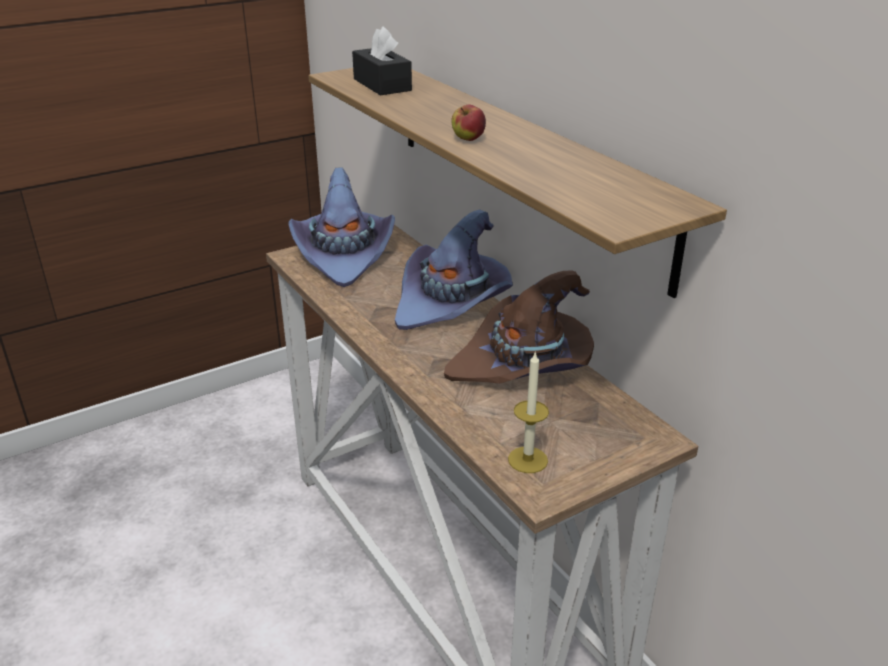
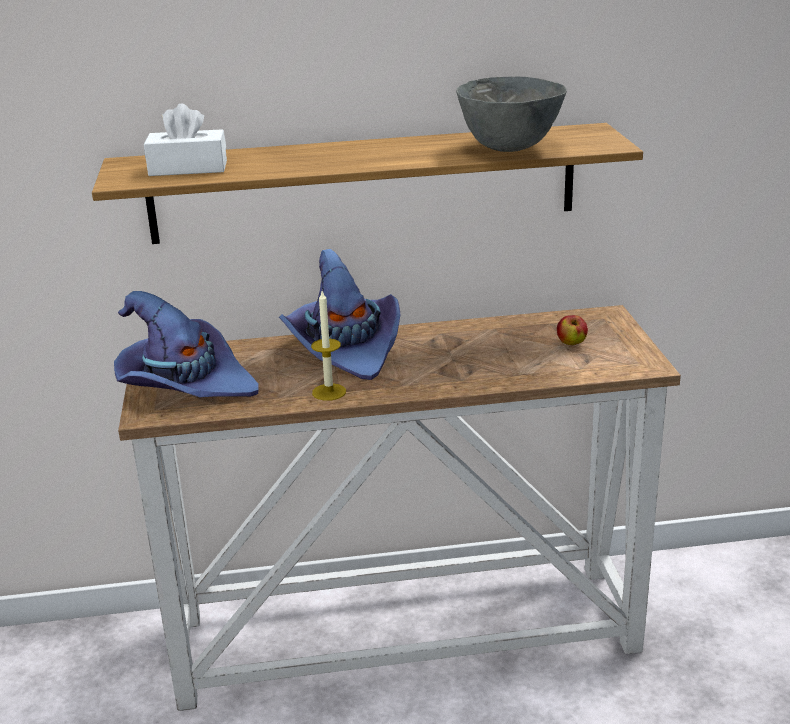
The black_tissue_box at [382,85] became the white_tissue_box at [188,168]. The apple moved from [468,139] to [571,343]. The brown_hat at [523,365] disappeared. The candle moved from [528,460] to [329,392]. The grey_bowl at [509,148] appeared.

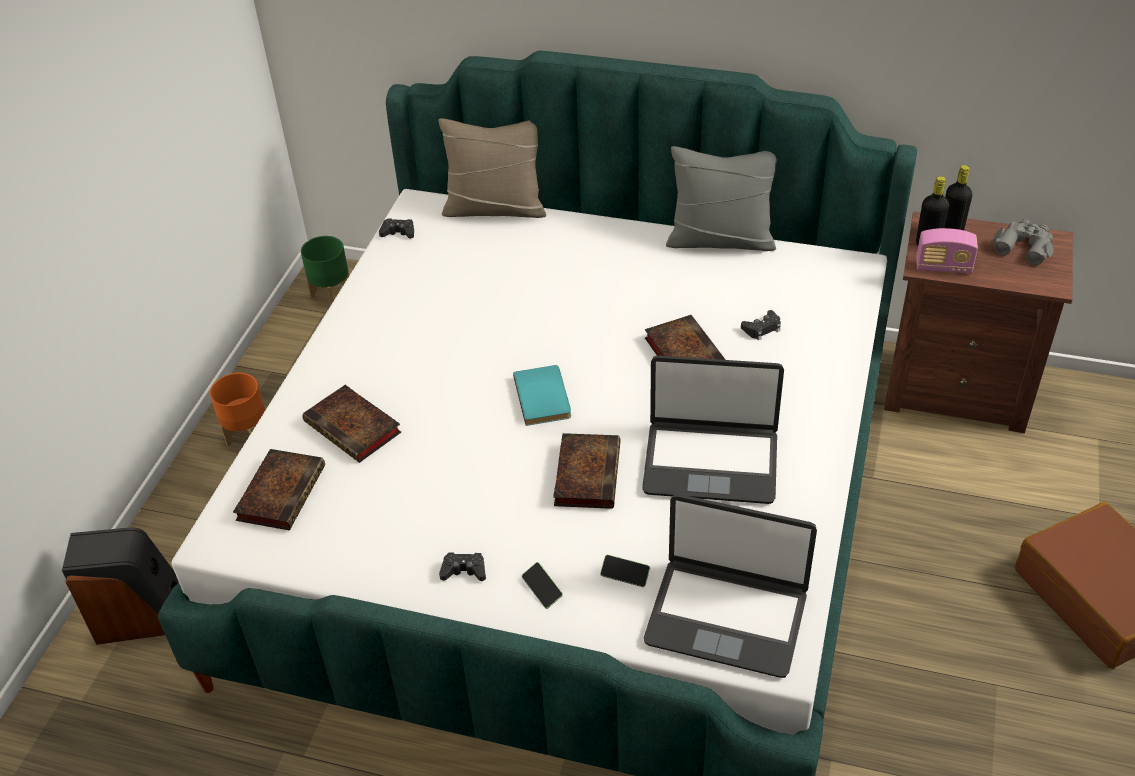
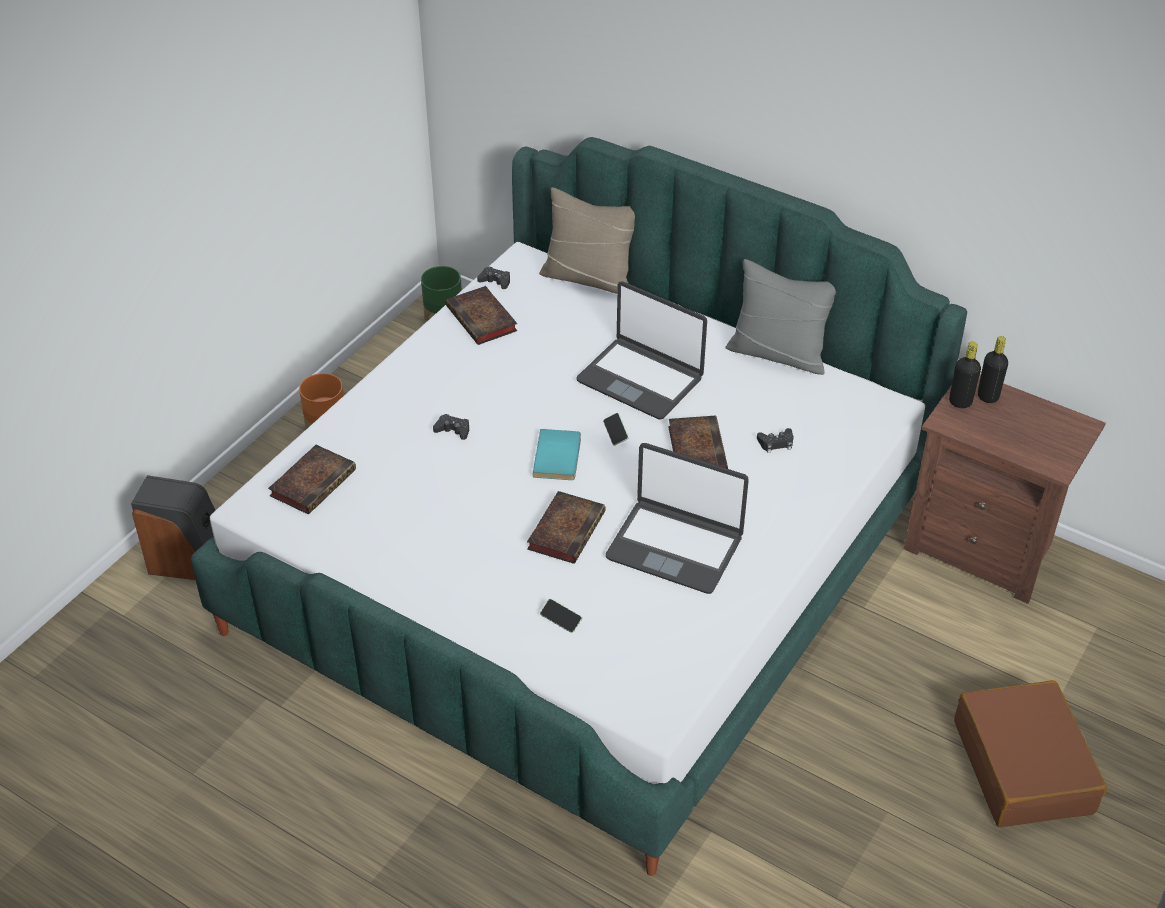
The grey_binoculars at [1024,246] disappeared. The radio at [943,267] disappeared. The book moved from [355,428] to [483,320]. The laptop moved from [726,616] to [640,379]. The black_game_controller moved from [464,571] to [453,430]. The phone moved from [542,589] to [615,433].

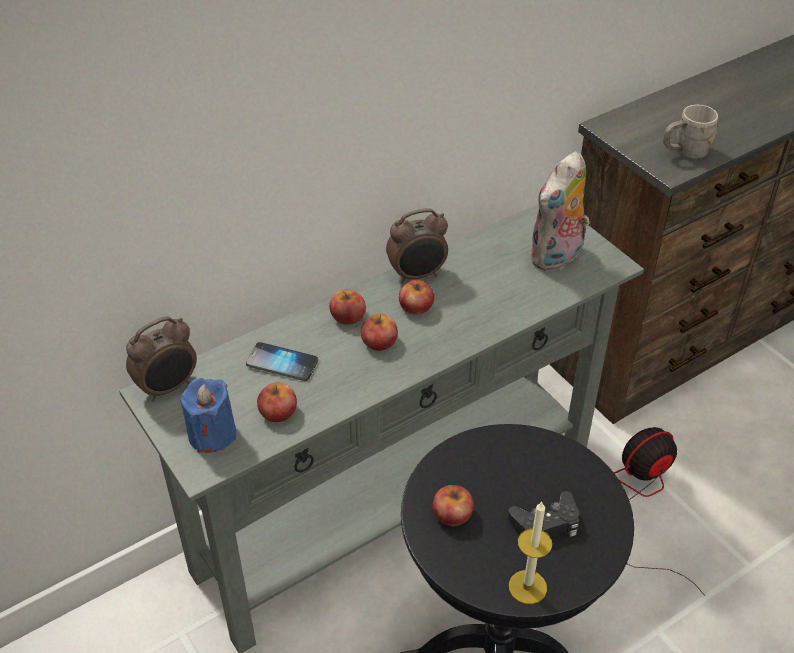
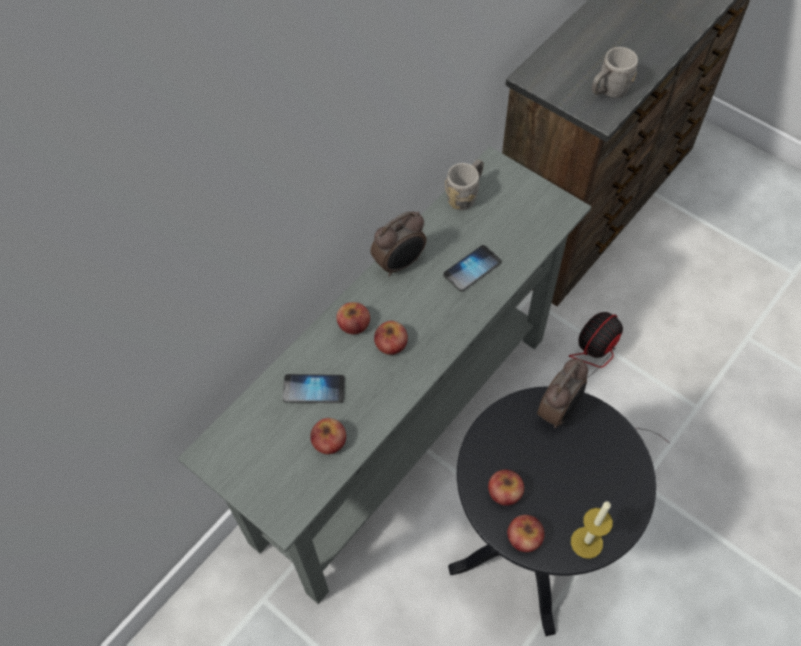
The plush_toy at [557,257] disappeared. The apple moved from [416,306] to [524,537]. The alarm_clock moved from [168,388] to [559,410]. The blue_candle at [212,434] disappeared. The black_game_controller at [545,524] disappeared. The grey_mug at [465,195] appeared. The phone at [472,269] appeared.

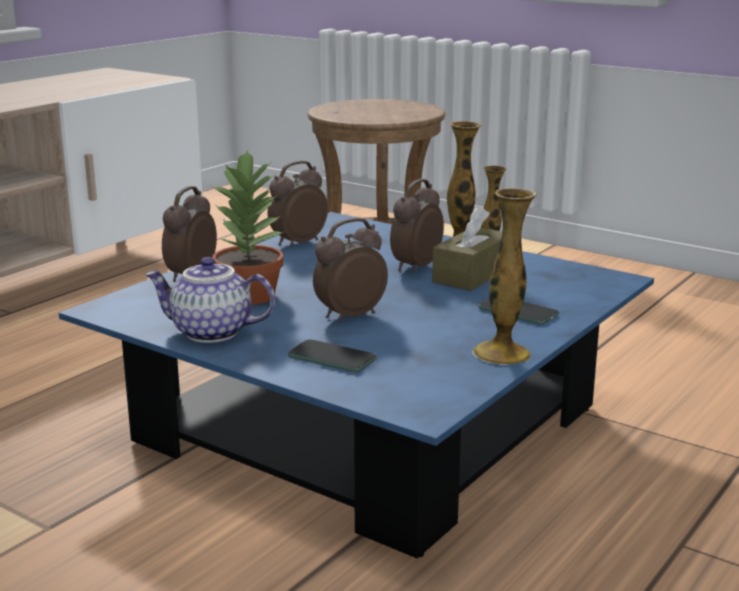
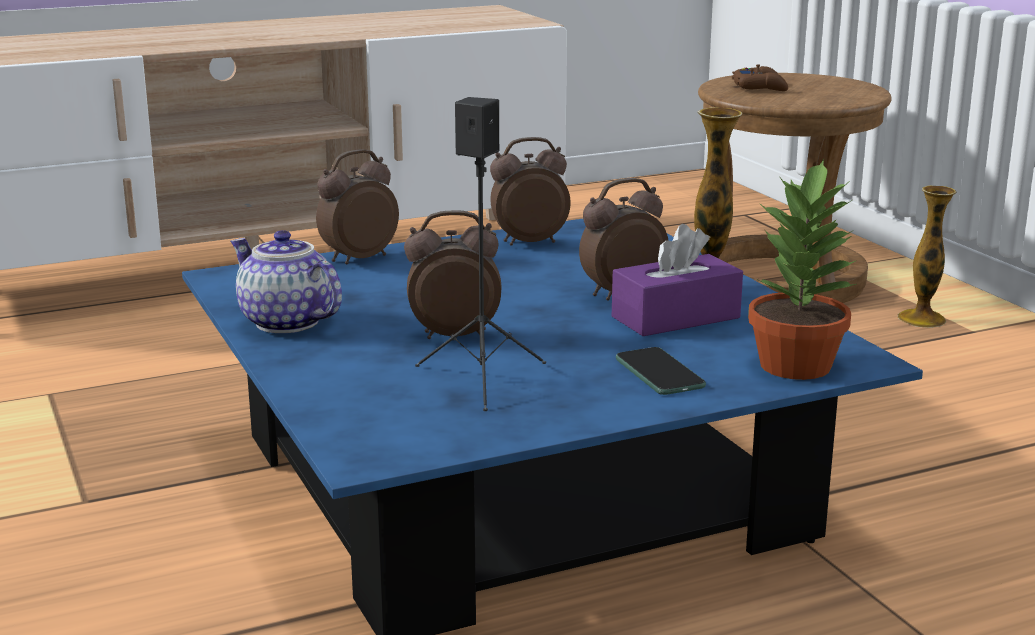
The potted_plant moved from [251,295] to [797,366]. The vase at [501,353] disappeared. The brown_tissue_box at [471,275] became the purple_tissue_box at [675,317]. The phone at [332,358] disappeared. The brown_game_controller at [760,87] appeared. The black_speaker at [483,378] appeared.

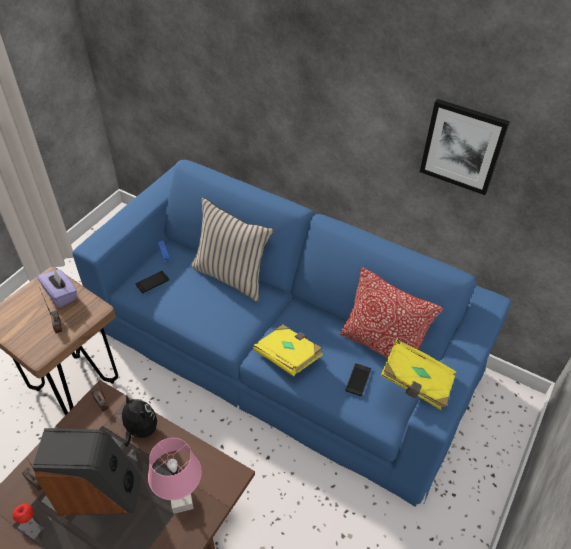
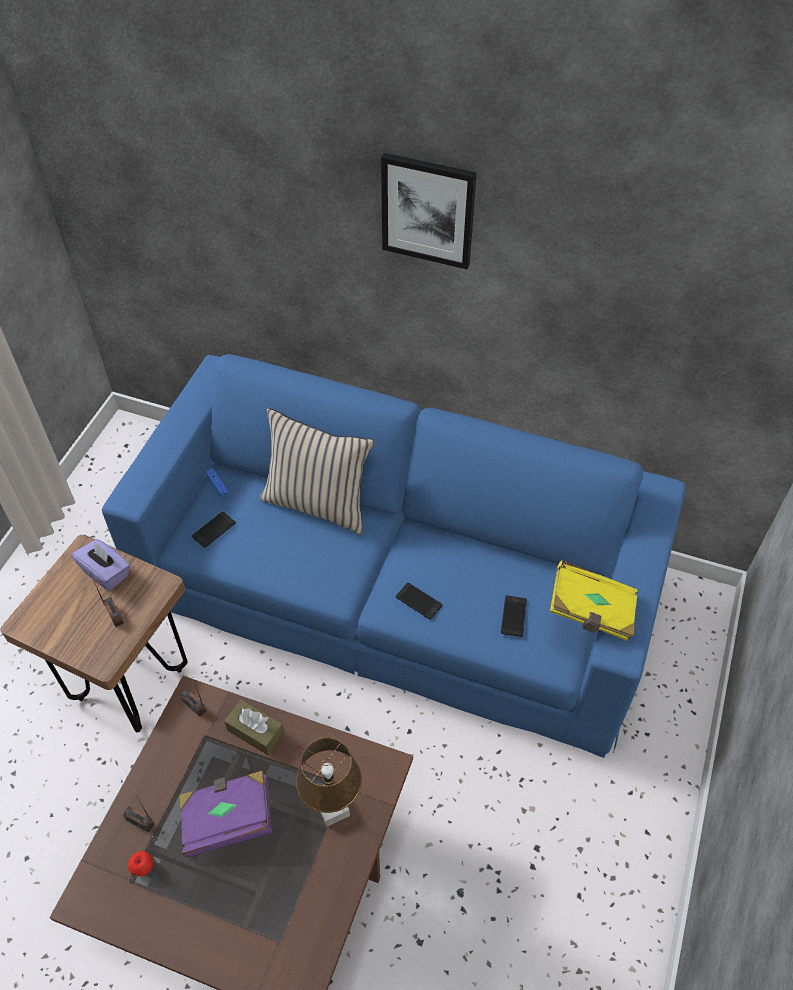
The picture moved from [462,146] to [428,210]. The pillow at [382,346] disappeared. The yellow_book at [288,356] was replaced by the phone at [418,601]. The plush_toy at [140,430] was replaced by the brown_tissue_box at [255,732]. The speaker at [100,492] was replaced by the purple_book at [227,819]. The pink_table_lamp at [182,501] became the brown_table_lamp at [333,809].

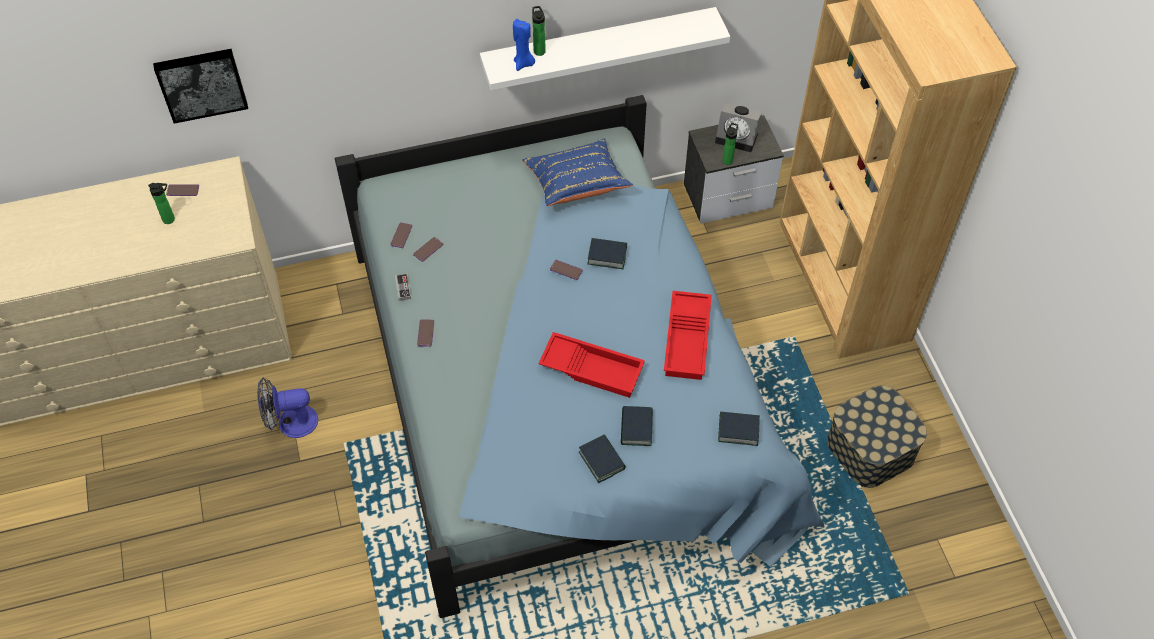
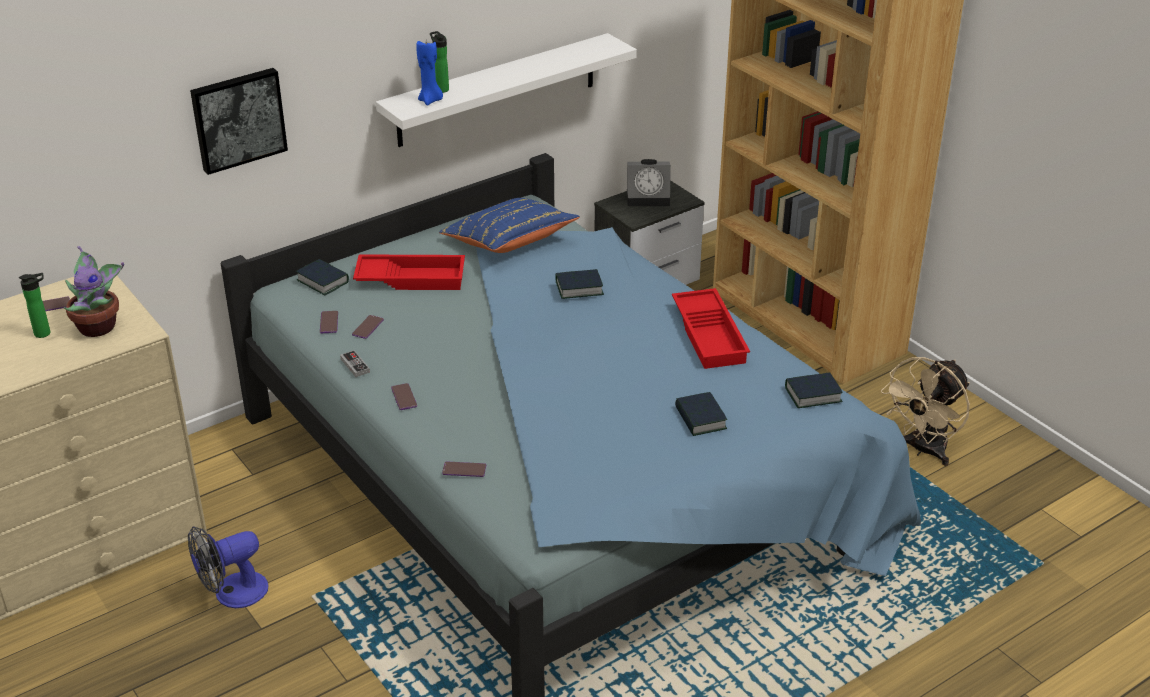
The picture moved from [201,83] to [238,119]. The bottle at [728,159] disappeared. The phone moved from [566,270] to [464,470]. The red_tray moved from [593,368] to [411,278]. The storage_box at [870,449] was replaced by the beige_fan at [923,450]. The book moved from [601,460] to [323,281]. The potted_plant at [99,326] appeared.

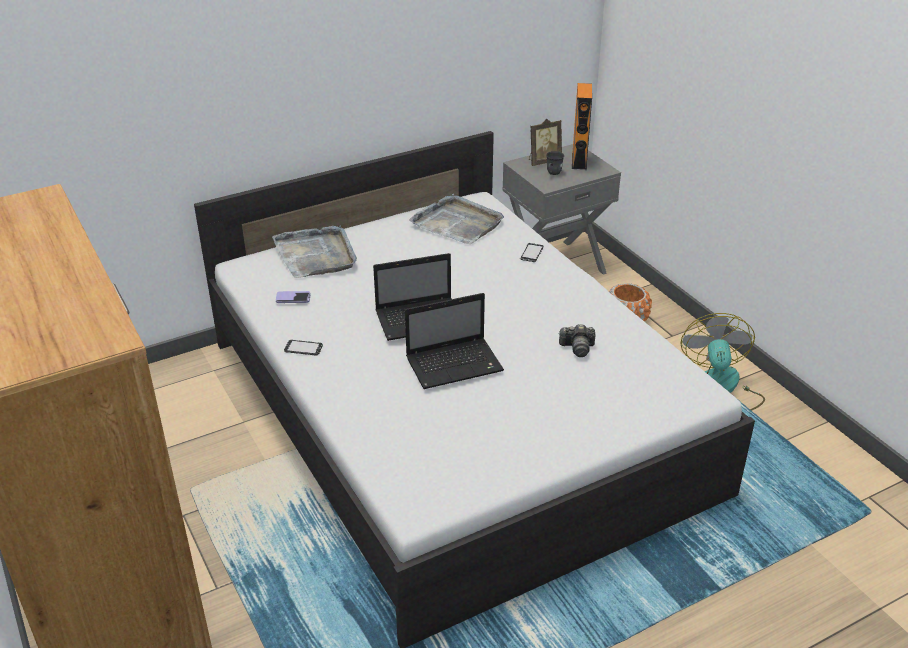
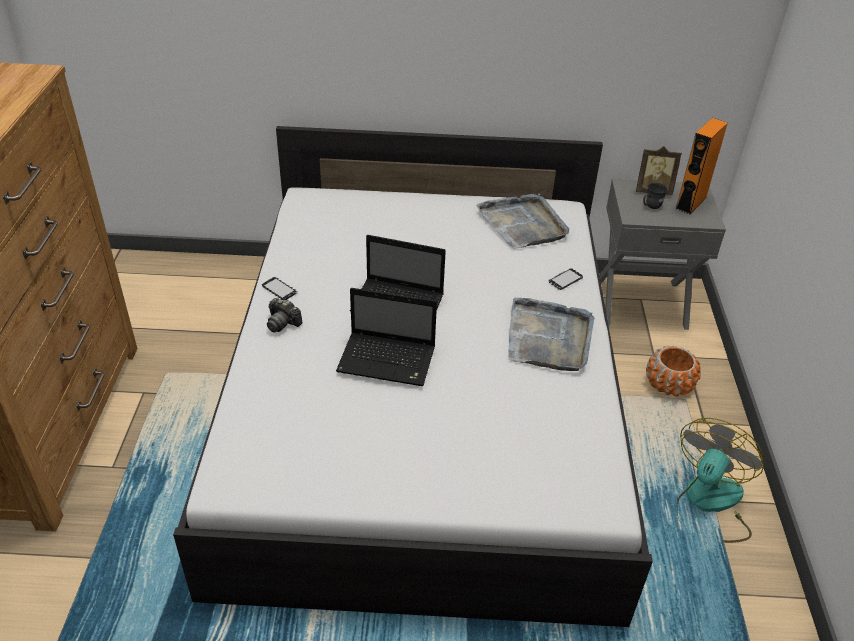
The grey_tray moved from [316,255] to [549,338]. The phone at [293,298] disappeared. The photo_camera moved from [577,348] to [282,323].

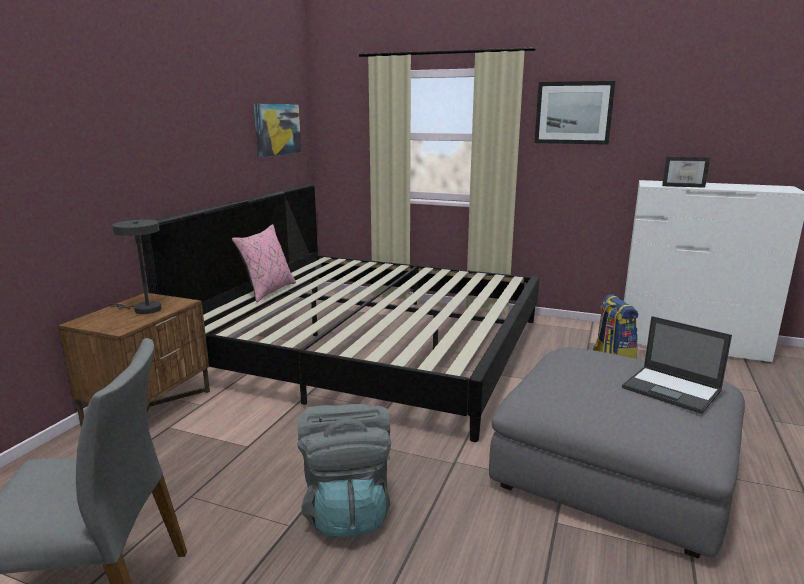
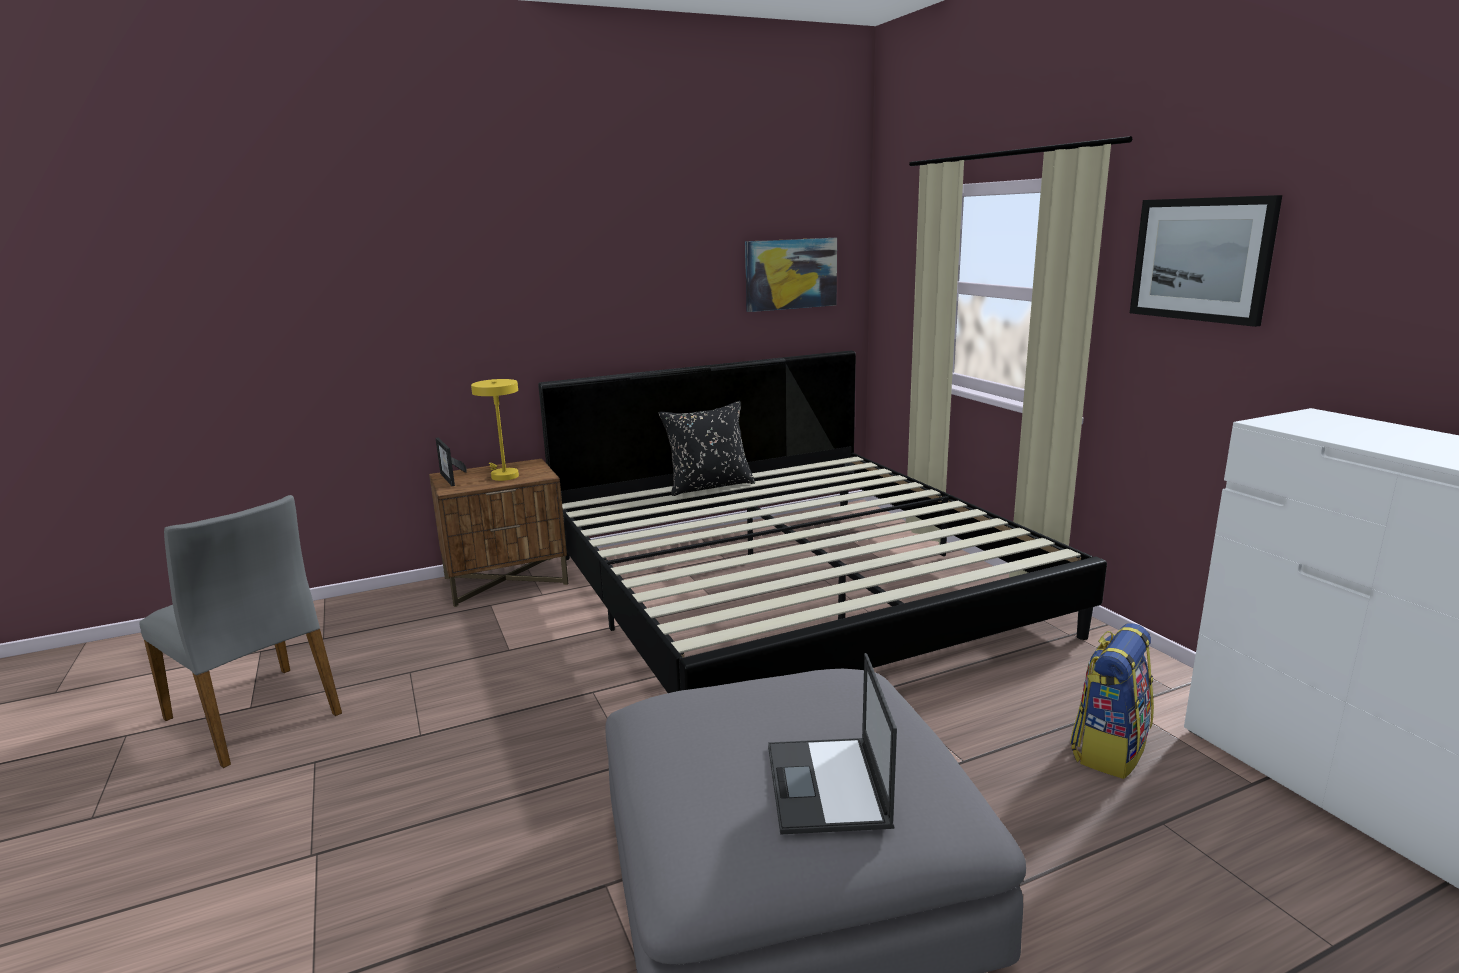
The picture_frame moved from [683,186] to [453,479]. The grey_table_lamp at [143,309] became the yellow_table_lamp at [503,475]. The pink_pillow at [267,291] became the black_pillow at [708,486]. The grey_backpack at [347,509] disappeared.

